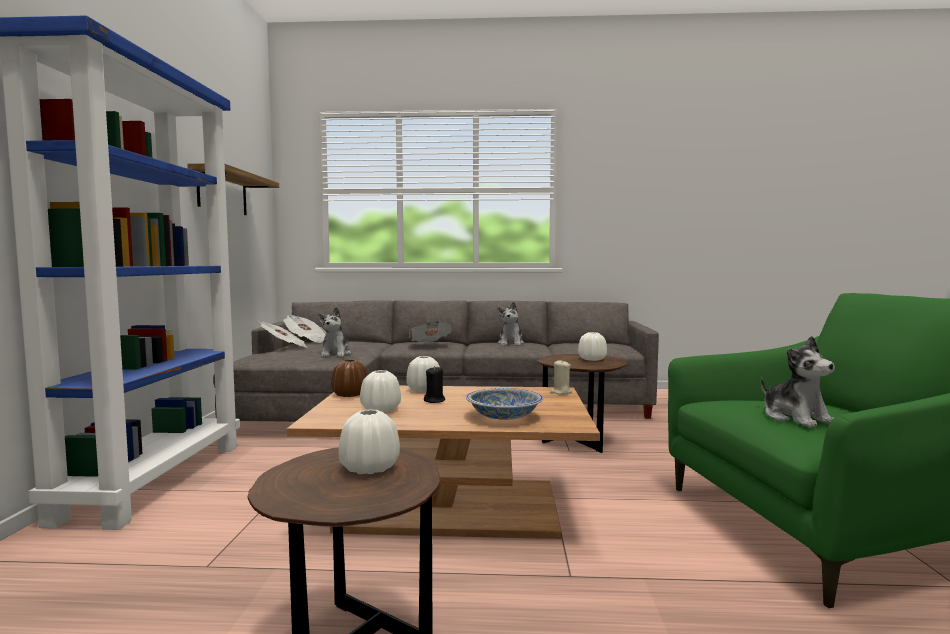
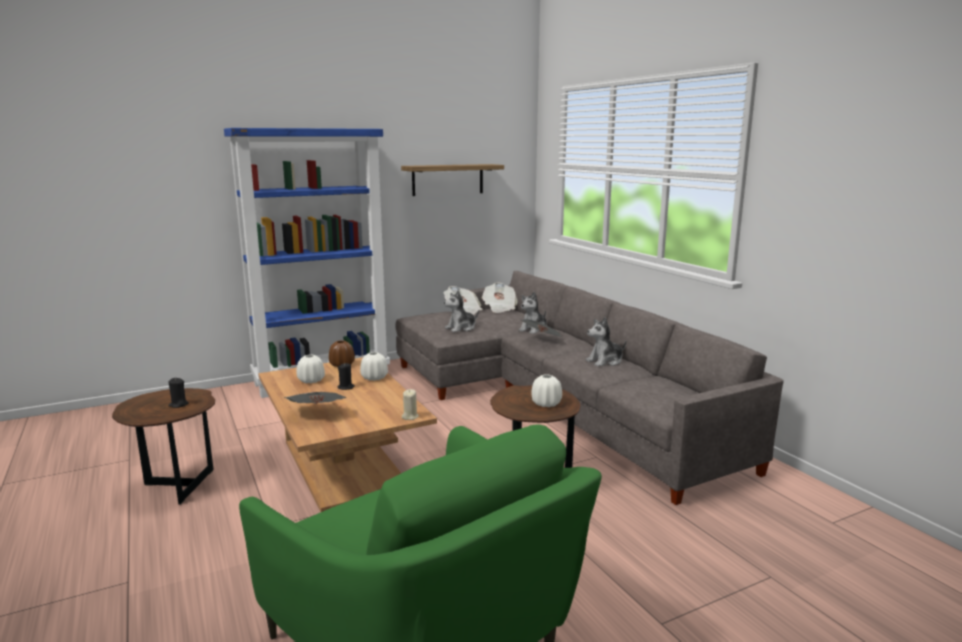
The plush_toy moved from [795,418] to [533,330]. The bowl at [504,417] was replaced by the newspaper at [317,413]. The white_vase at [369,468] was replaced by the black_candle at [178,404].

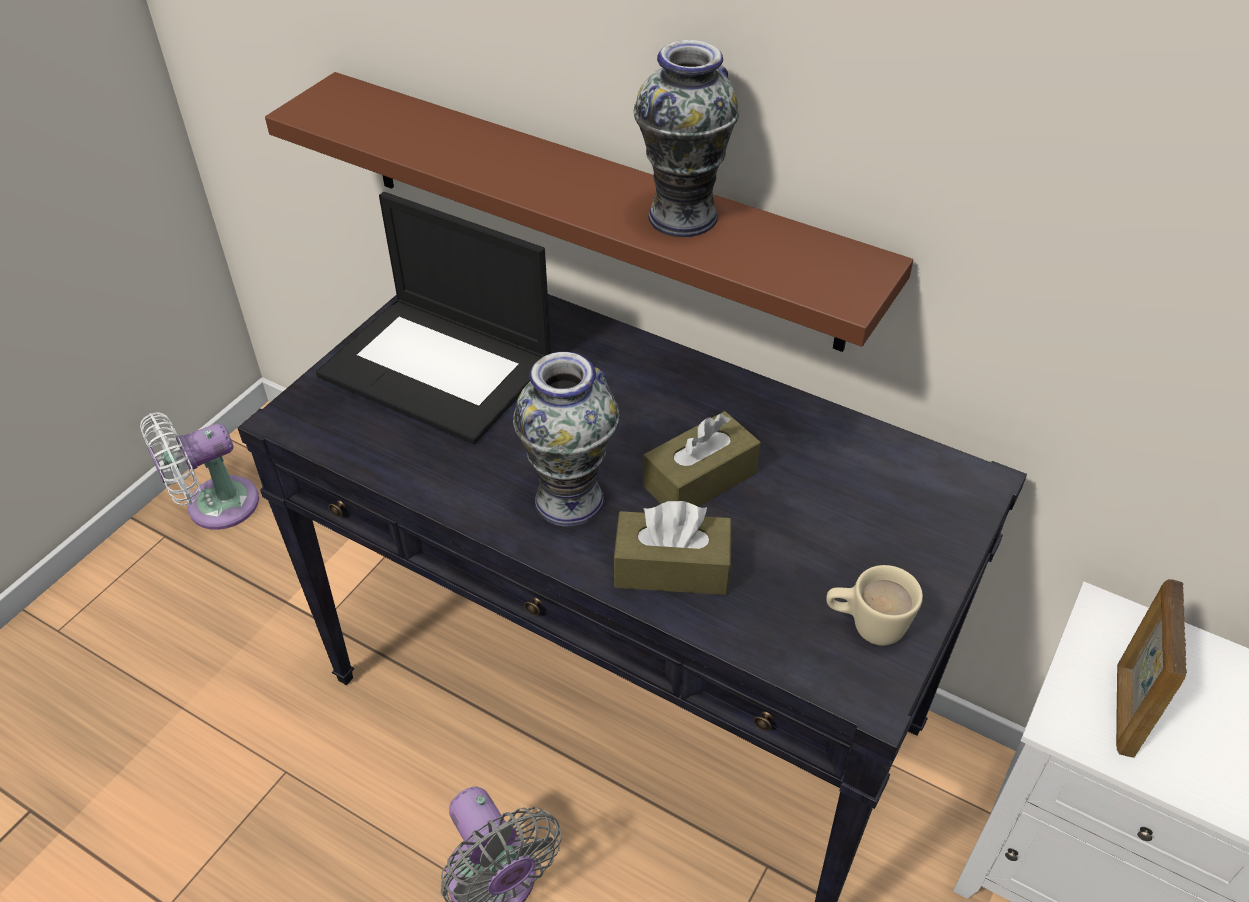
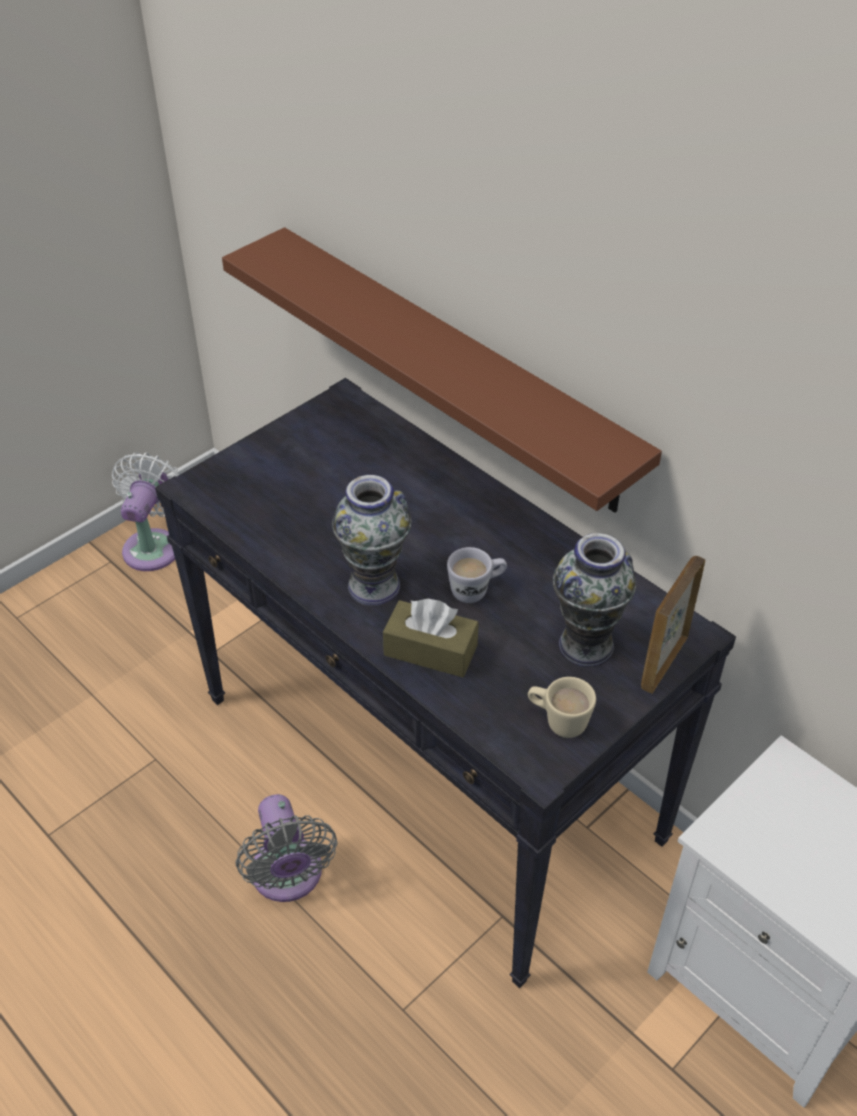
The vase moved from [683,217] to [586,646]. The laptop at [439,368] disappeared. The brown_tissue_box at [700,479] was replaced by the white_mug at [476,590]. The white_fan at [215,506] turned 120 degrees clockwise. The picture_frame moved from [1124,709] to [663,662].

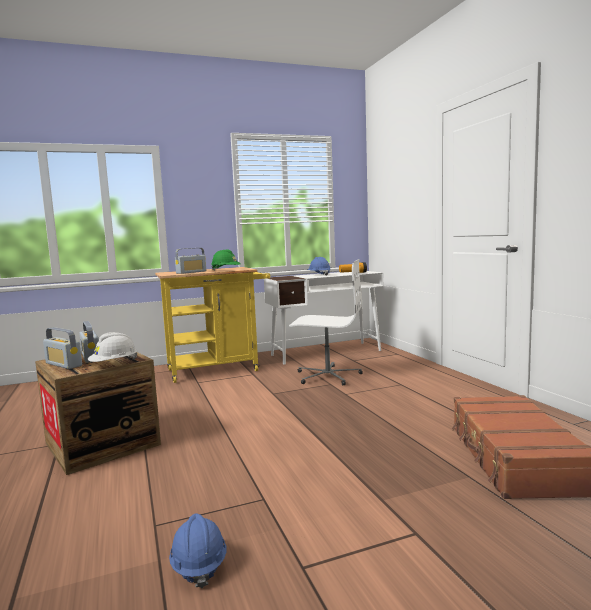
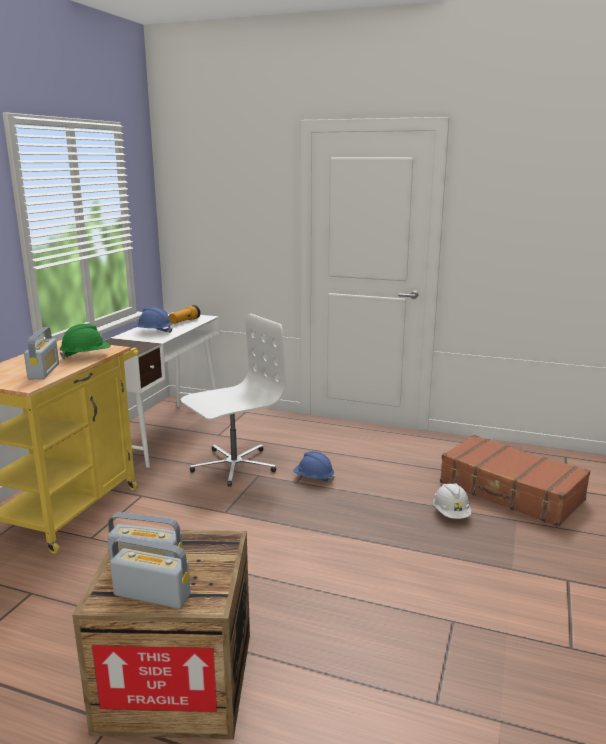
The radio at [64,364] turned 150 degrees counterclockwise. The white_hard_hat moved from [114,364] to [451,514]. The blue_hard_hat moved from [199,565] to [313,478].

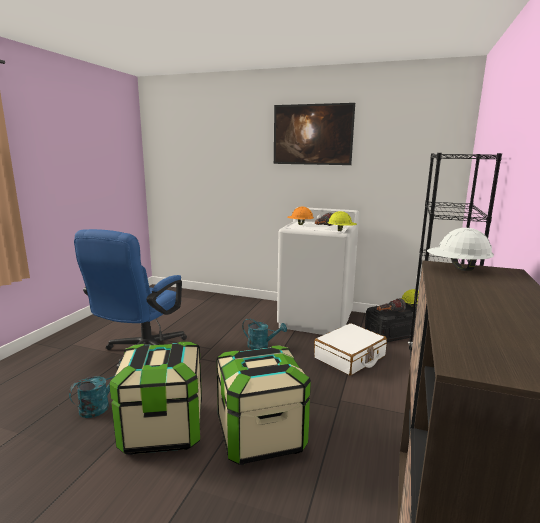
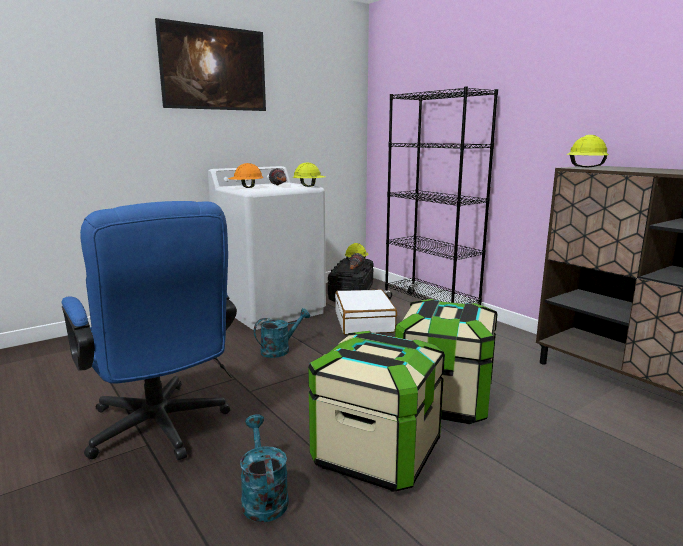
The white_hard_hat at [457,268] became the yellow_hard_hat at [586,167].

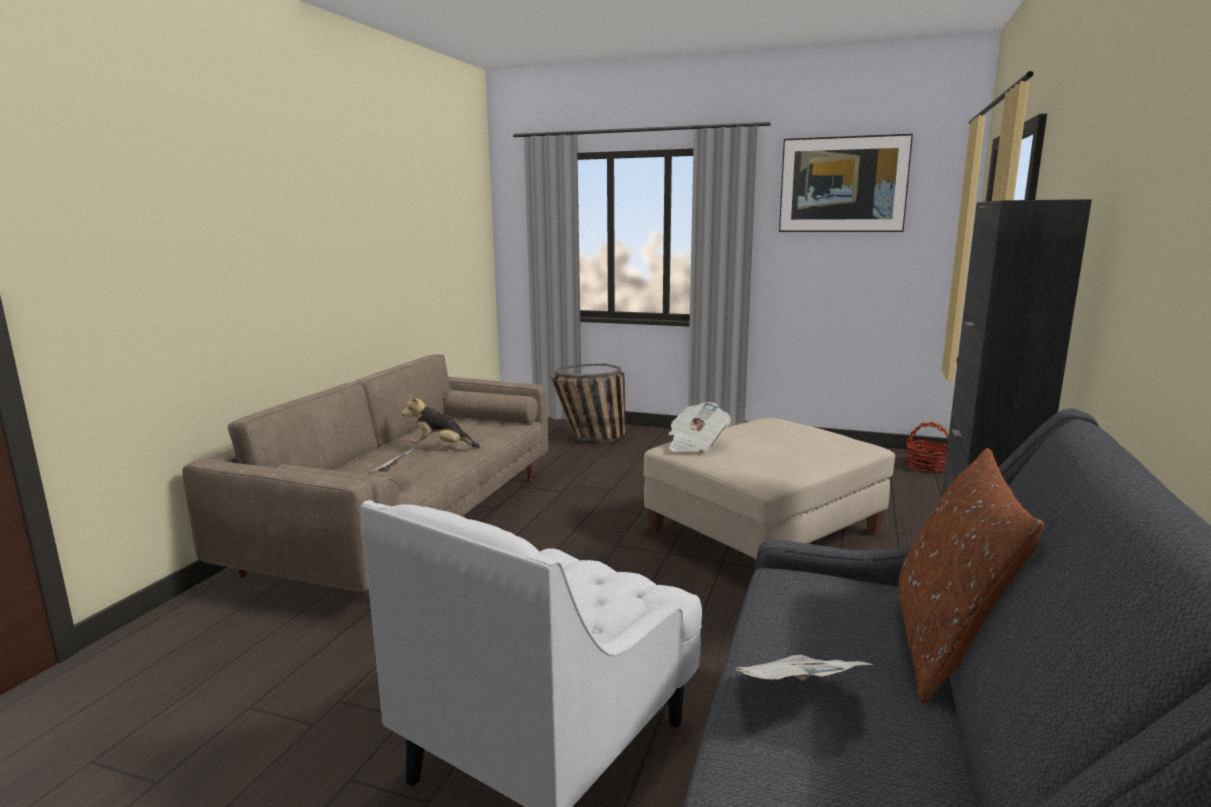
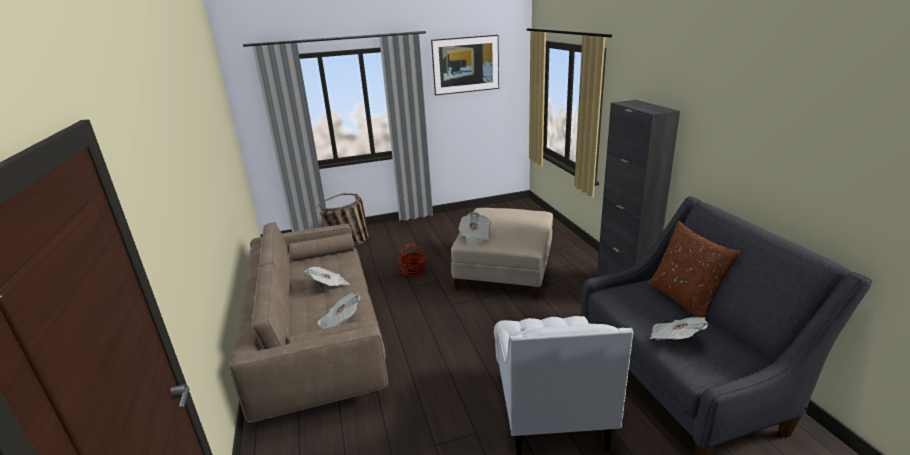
The plush_toy at [441,448] was replaced by the newspaper at [329,286]. The basket moved from [927,466] to [413,270].

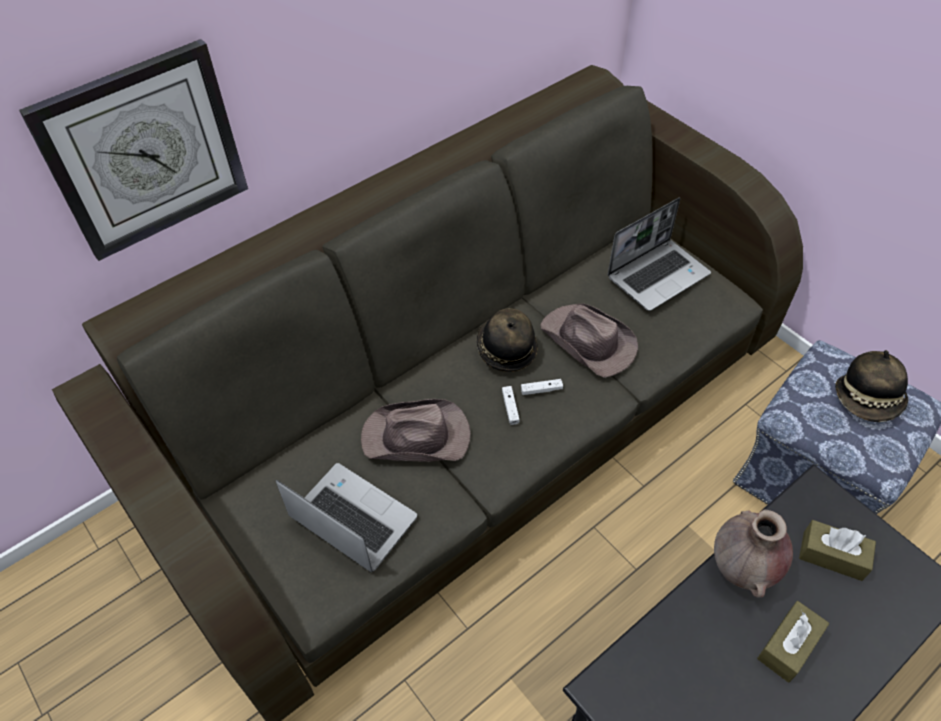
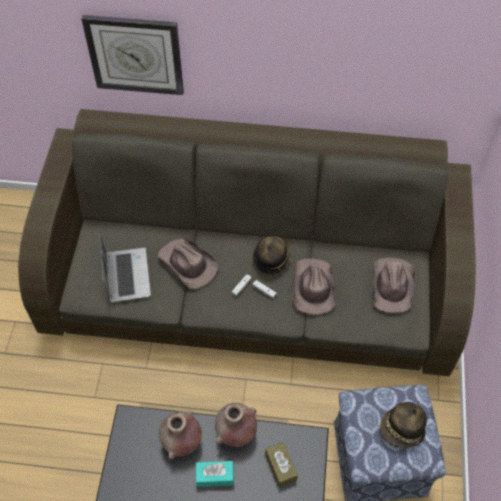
The laptop at [658,275] was replaced by the brown_hat at [393,285]. The brown_tissue_box at [788,646] became the turquoise_tissue_box at [215,476]. The brown_vase at [182,442] appeared.

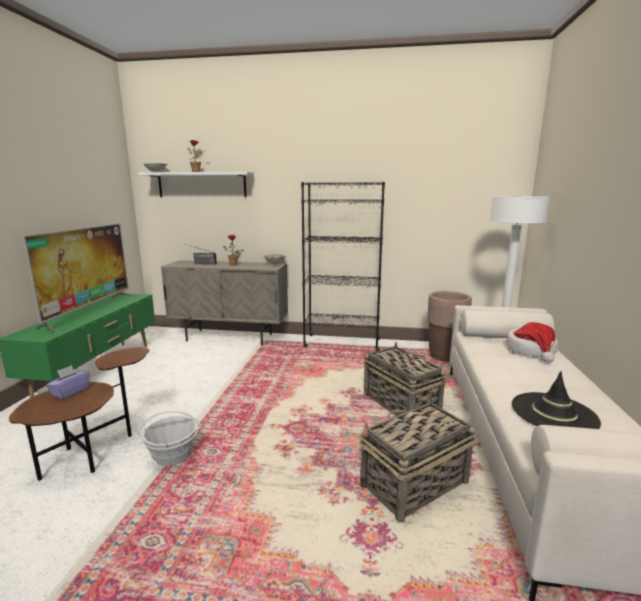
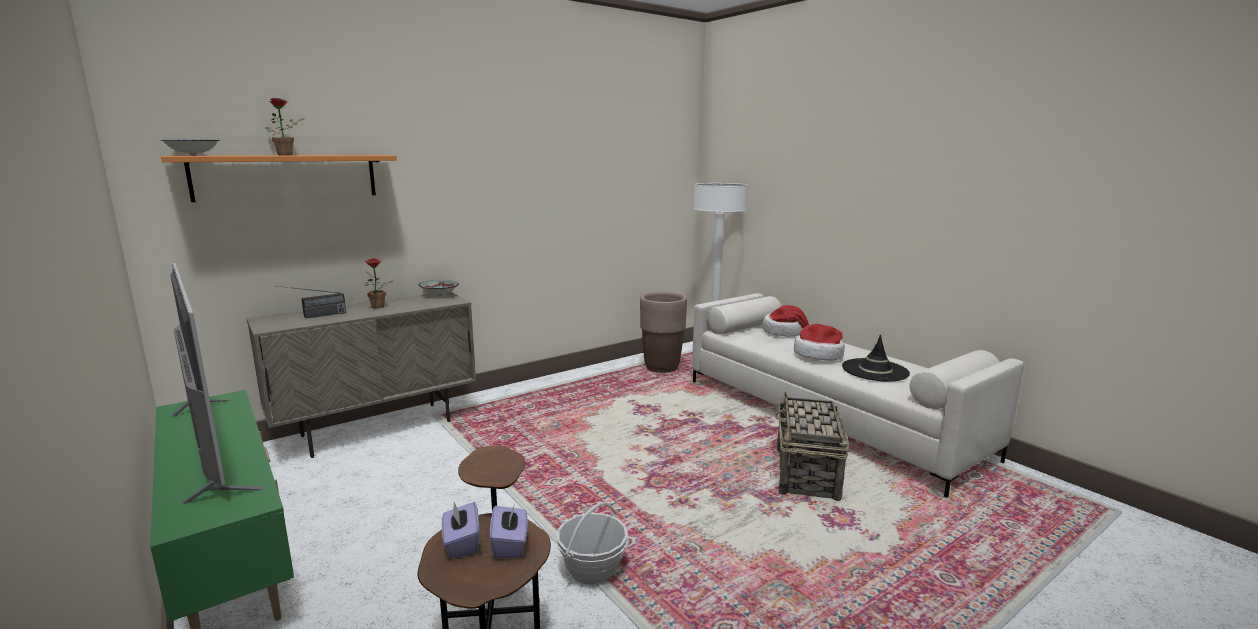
The white_shelf at [202,185] became the orange_shelf at [287,177]. The black_bookcase at [342,343] disappeared. The basket at [400,404] disappeared. The hat at [818,354] appeared. The purple_tissue_box at [510,545] appeared.

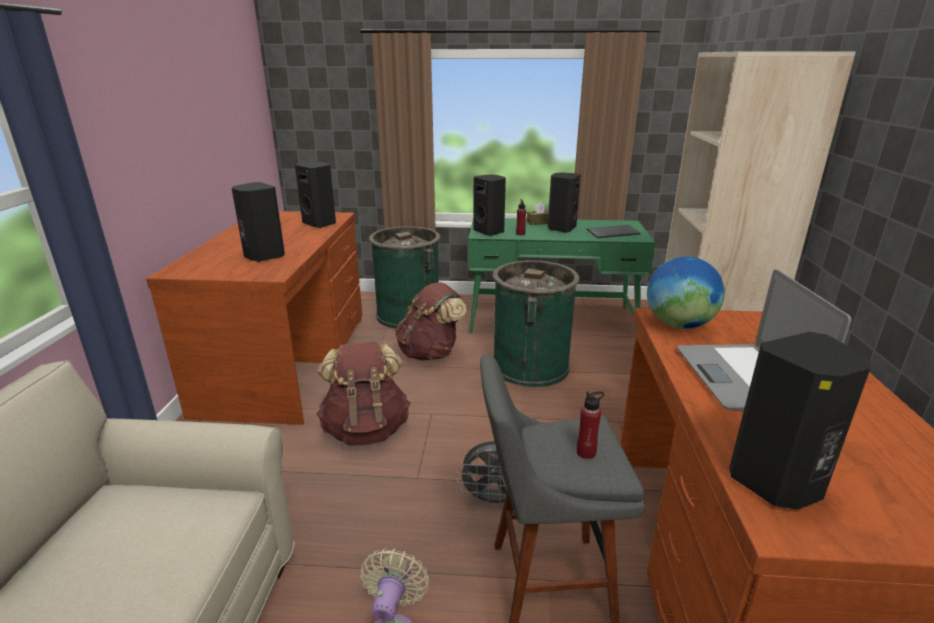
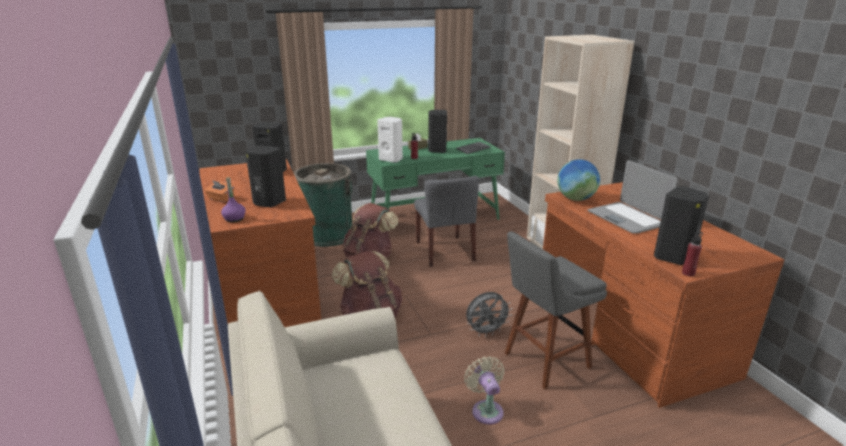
The black_speaker at [490,231] became the white_speaker at [391,159]. The green_trash_can at [530,366] was replaced by the grey_chair at [445,251]. The red_bottle moved from [586,452] to [688,273]. The purple_bottle at [234,219] appeared. The orange_tissue_box at [220,199] appeared.

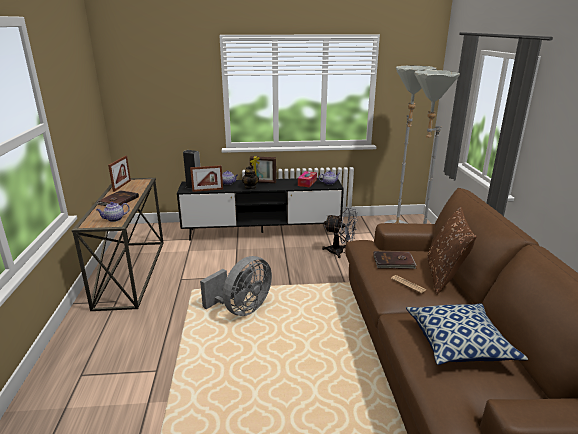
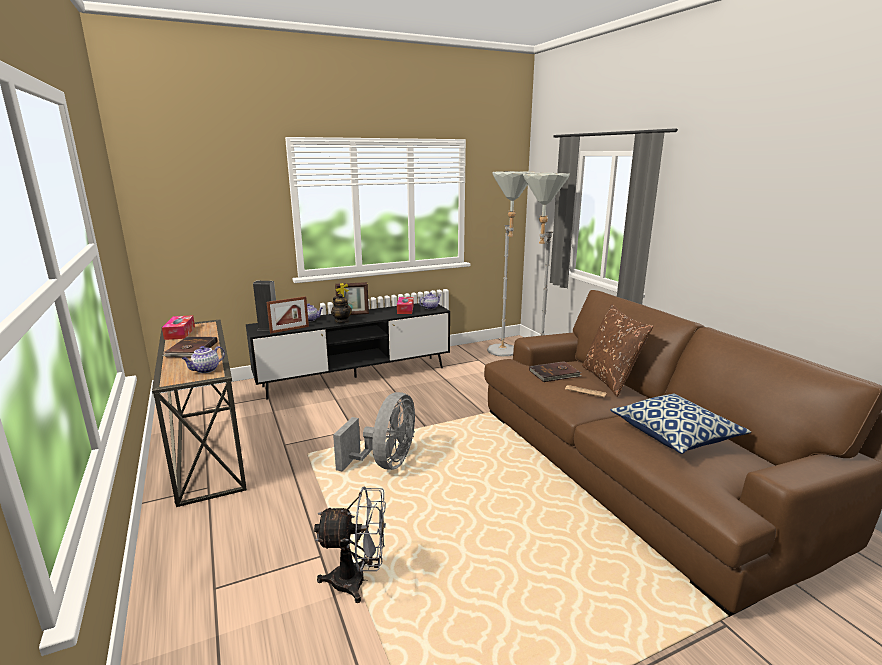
The picture_frame at [122,186] was replaced by the tissue_box at [180,333]. The grey_fan moved from [340,252] to [358,581].

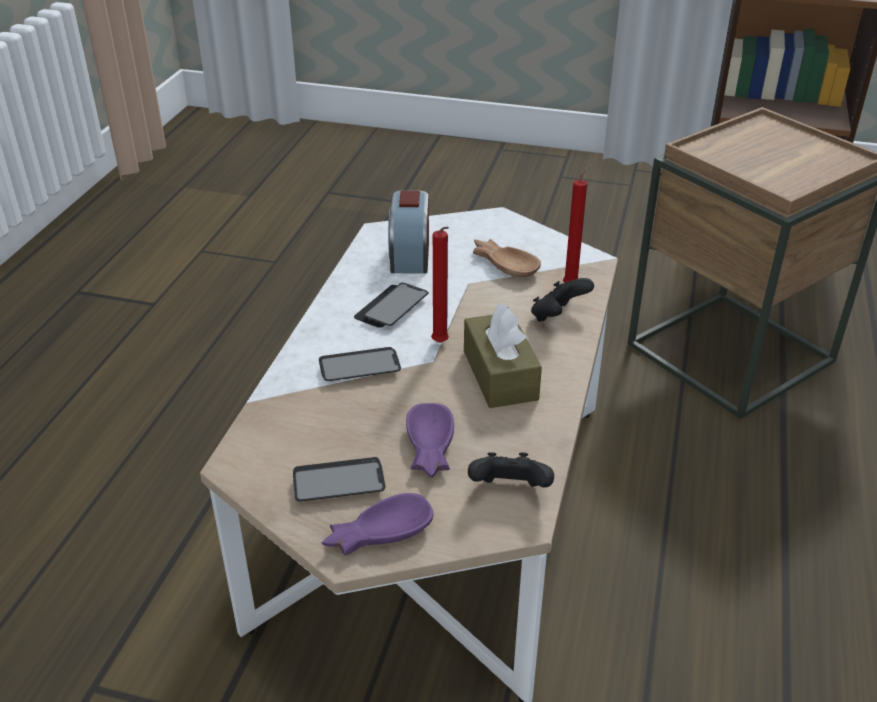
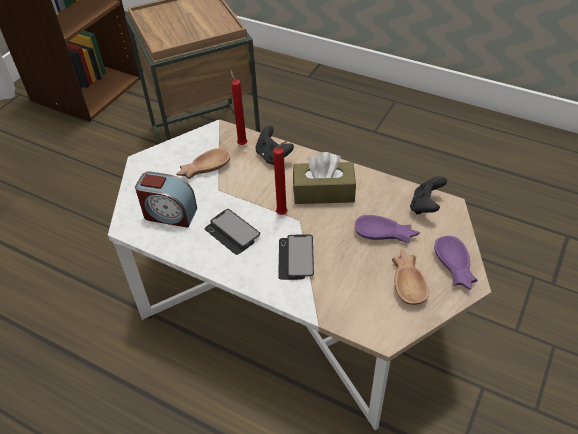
The phone at [338,481] was replaced by the brown_bowl at [409,281].

